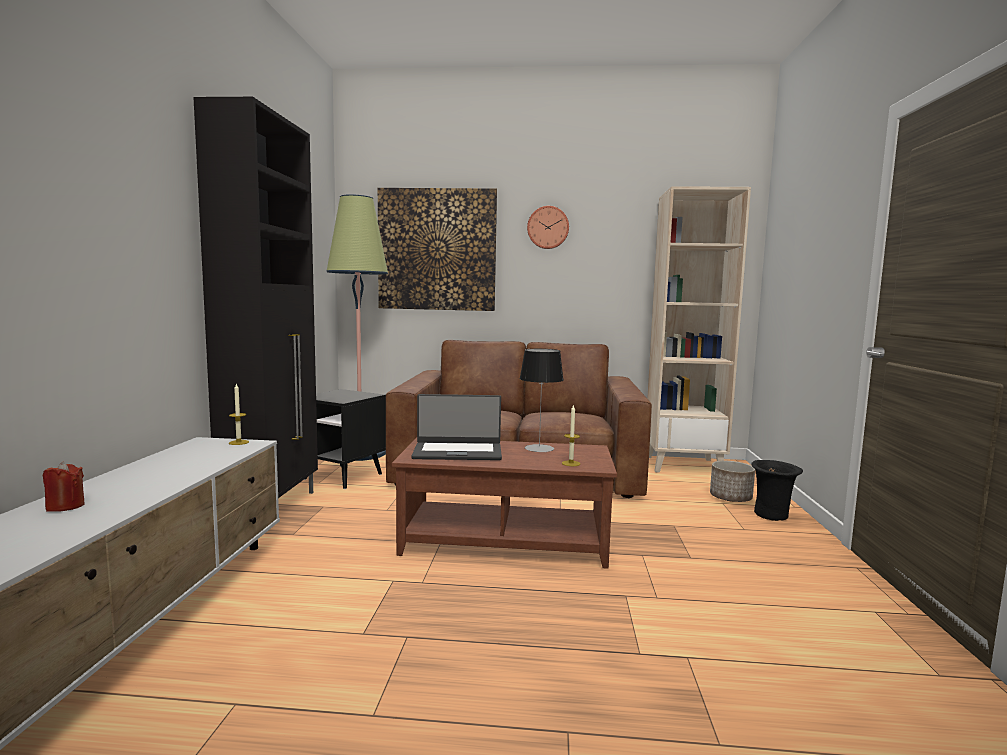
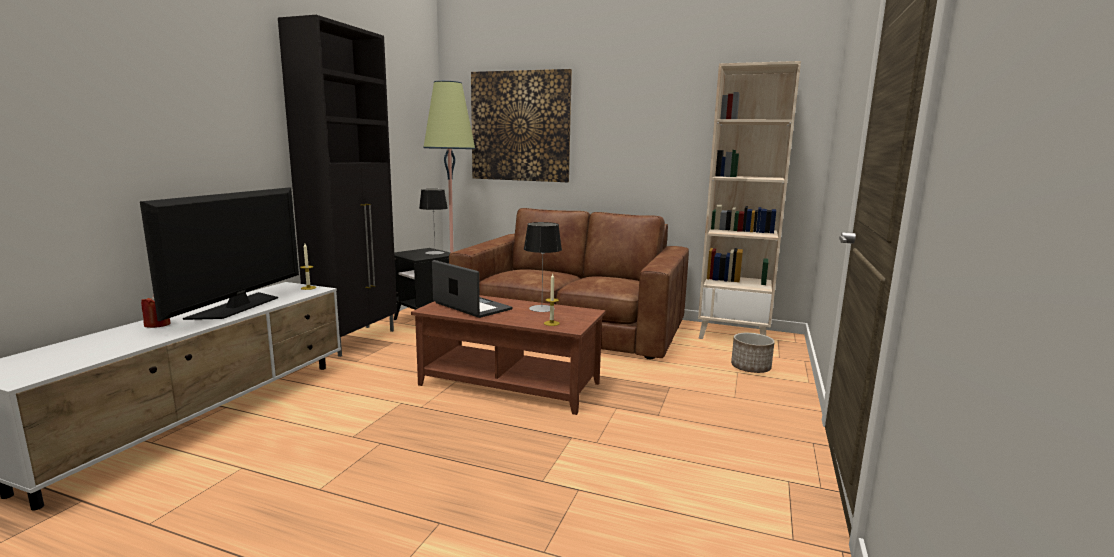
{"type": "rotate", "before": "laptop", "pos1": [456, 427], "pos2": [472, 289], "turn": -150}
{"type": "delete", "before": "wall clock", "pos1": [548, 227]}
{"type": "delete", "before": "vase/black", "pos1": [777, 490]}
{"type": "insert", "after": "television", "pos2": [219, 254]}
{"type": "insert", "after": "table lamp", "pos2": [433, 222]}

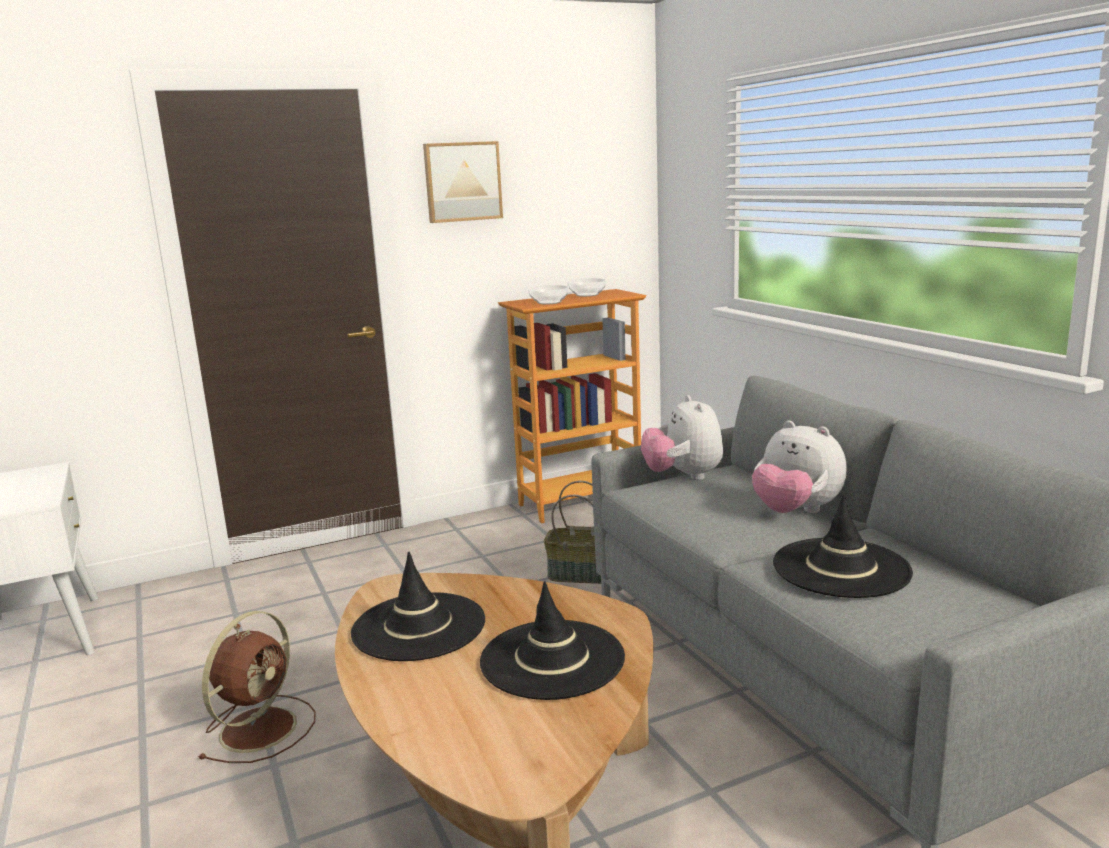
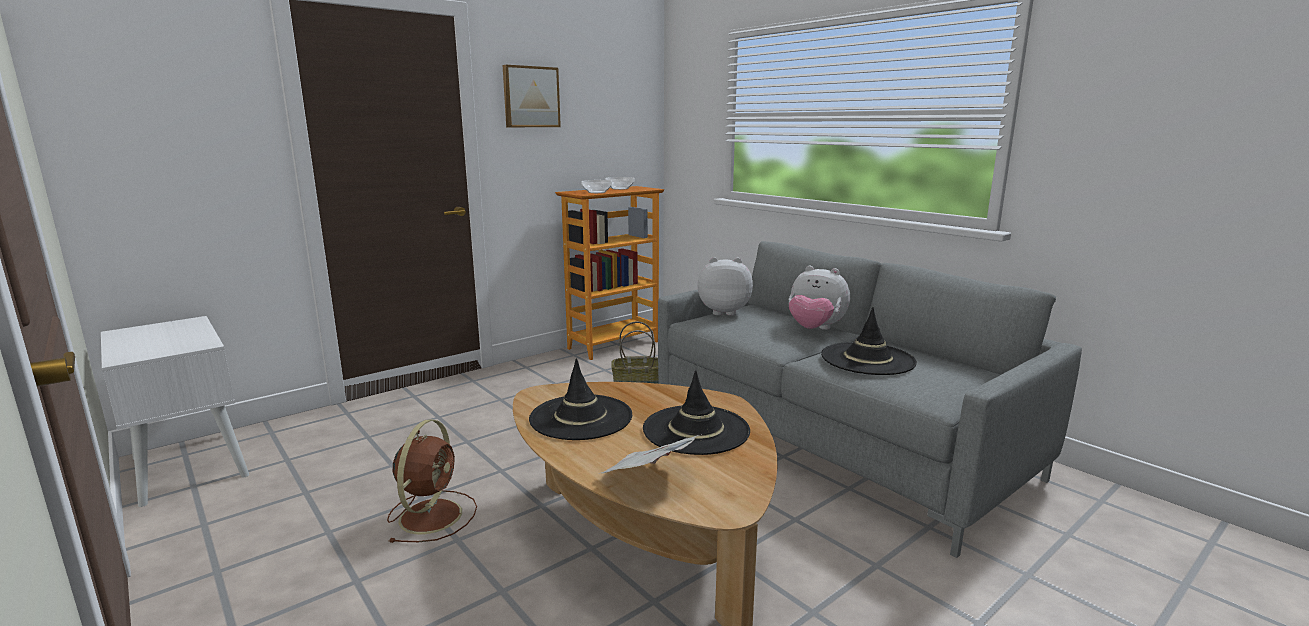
{"type": "rotate", "before": "plush toy", "pos1": [682, 437], "pos2": [725, 286], "turn": 120}
{"type": "insert", "after": "newspaper", "pos2": [650, 454]}

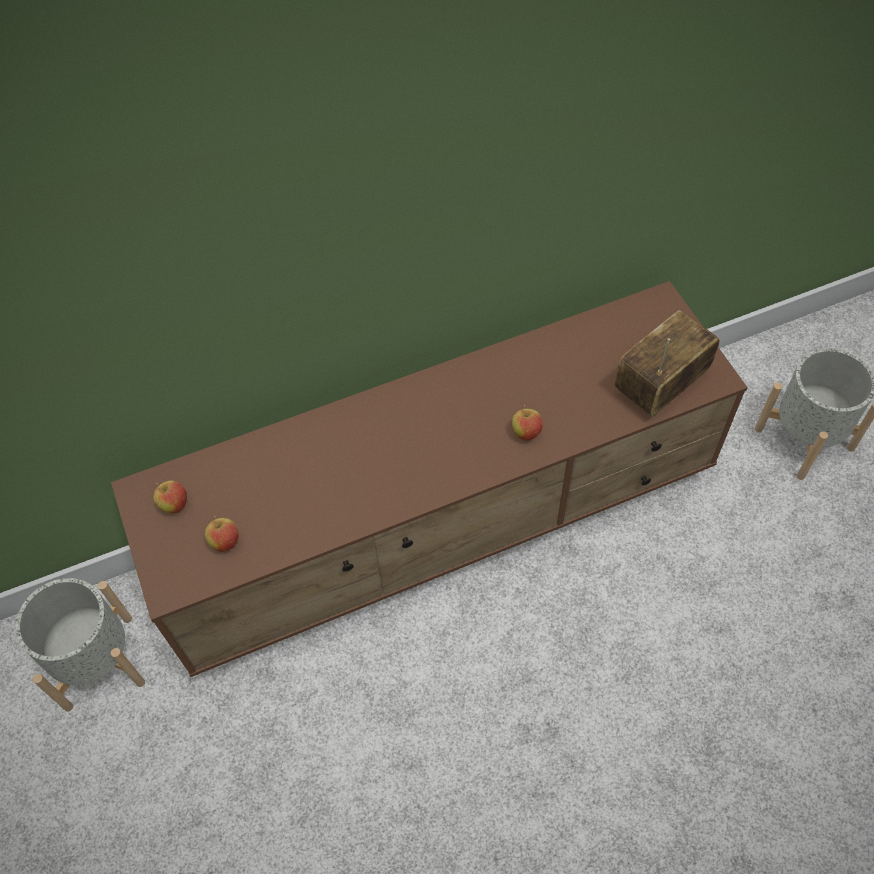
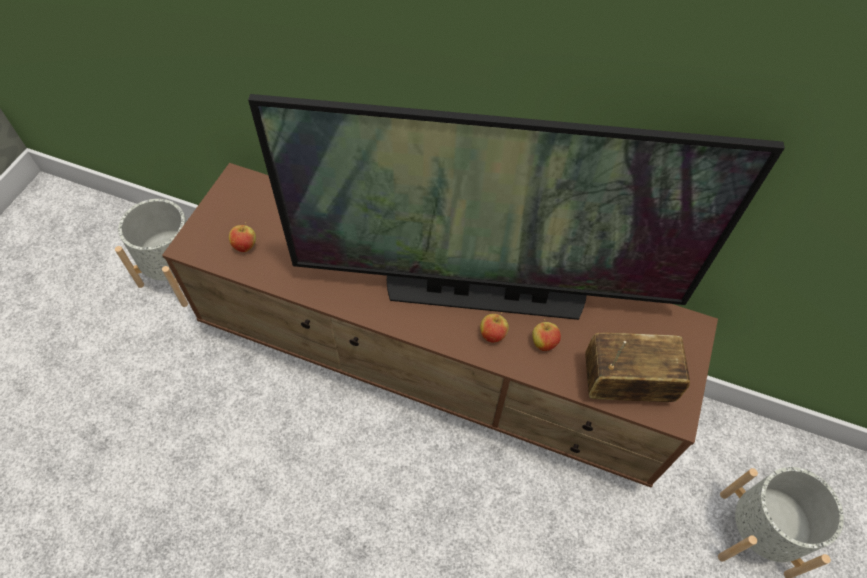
{"type": "move", "before": "apple", "pos1": [170, 497], "pos2": [546, 335]}
{"type": "insert", "after": "television", "pos2": [516, 207]}

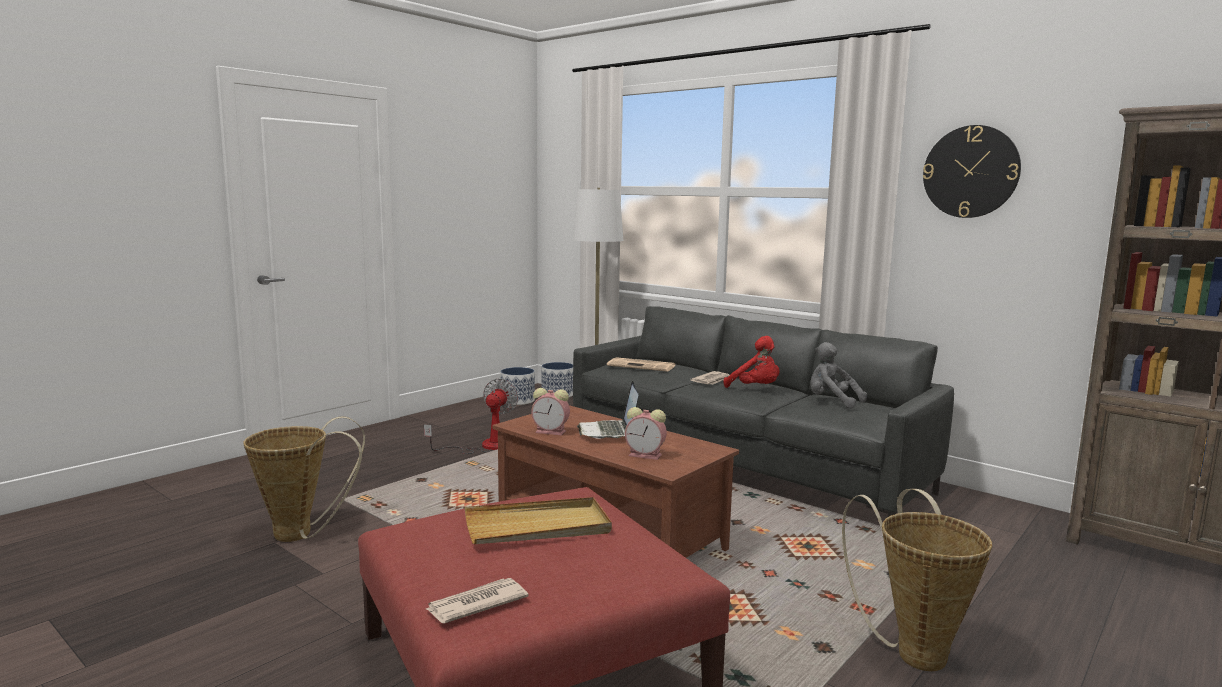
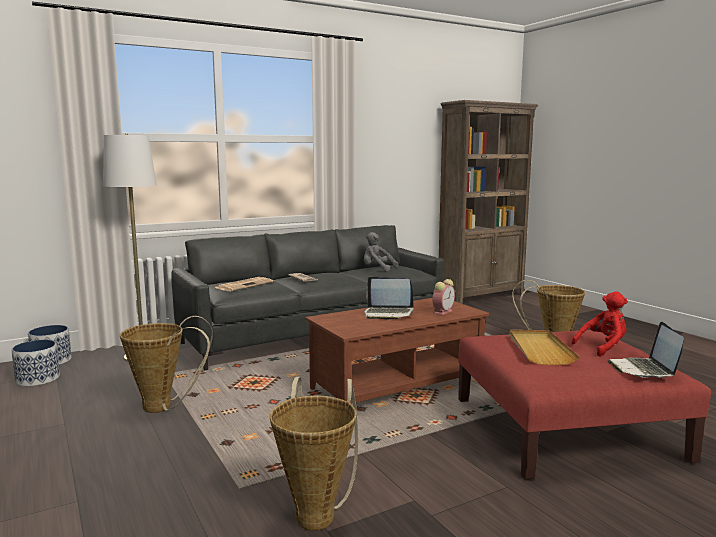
{"type": "replace", "before": "fan", "after": "basket", "pos1": [471, 416], "pos2": [166, 364]}
{"type": "replace", "before": "newspaper", "after": "laptop", "pos1": [477, 600], "pos2": [646, 350]}
{"type": "delete", "before": "alarm clock", "pos1": [550, 412]}
{"type": "move", "before": "plush toy/red", "pos1": [751, 362], "pos2": [599, 324]}
{"type": "rotate", "before": "plush toy/grey", "pos1": [838, 375], "pos2": [381, 252], "turn": 60}
{"type": "delete", "before": "wall clock", "pos1": [972, 171]}

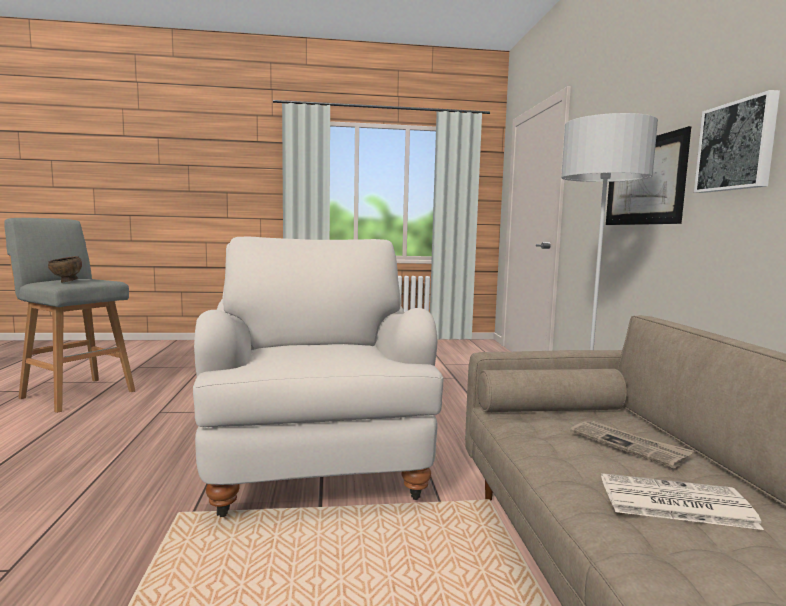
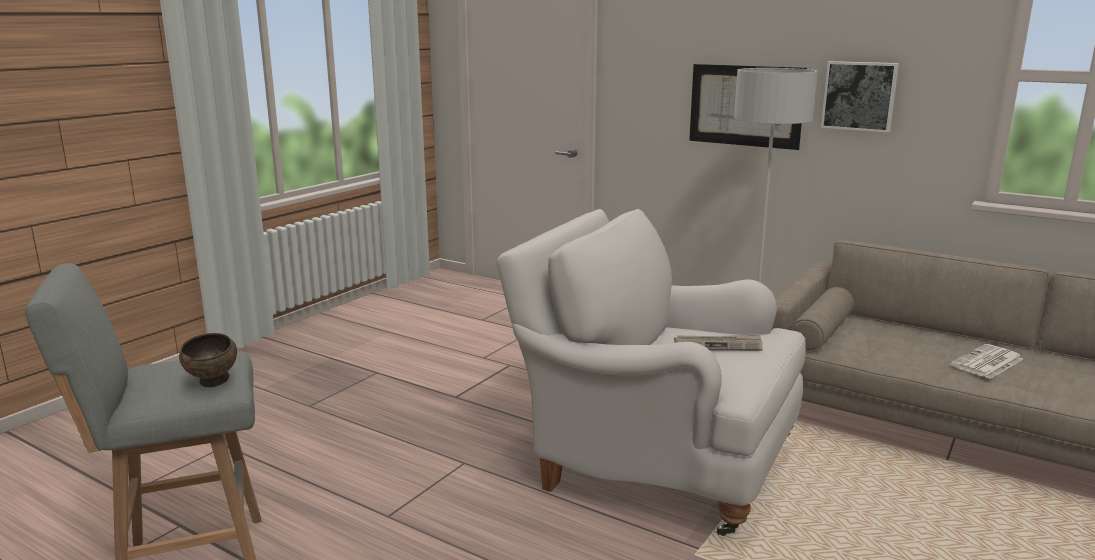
{"type": "move", "before": "newspaper", "pos1": [632, 444], "pos2": [718, 342]}

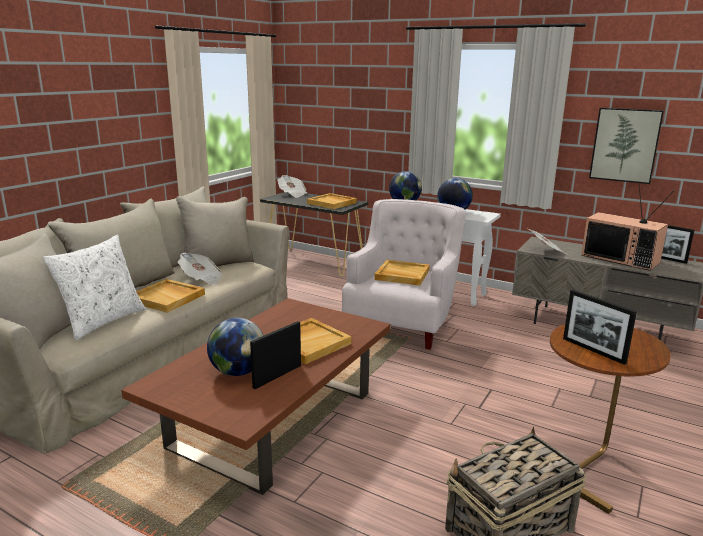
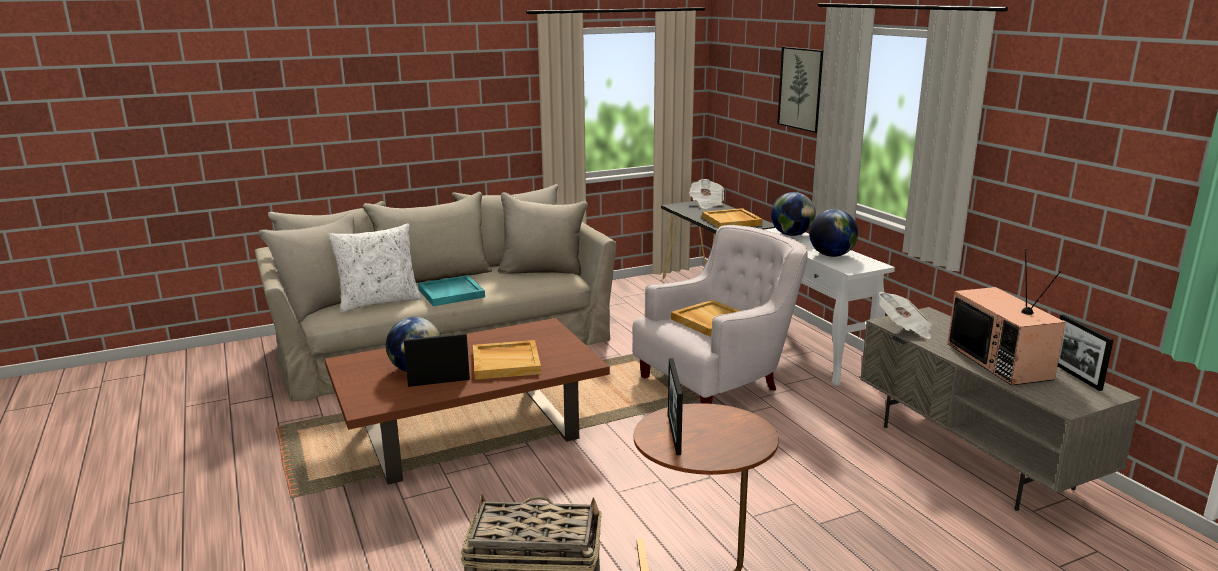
{"type": "recolor", "before": "tray/beige", "after": "tray/turquoise", "pos1": [170, 296], "pos2": [451, 290]}
{"type": "delete", "before": "newspaper", "pos1": [200, 269]}
{"type": "move", "before": "picture", "pos1": [626, 146], "pos2": [800, 90]}

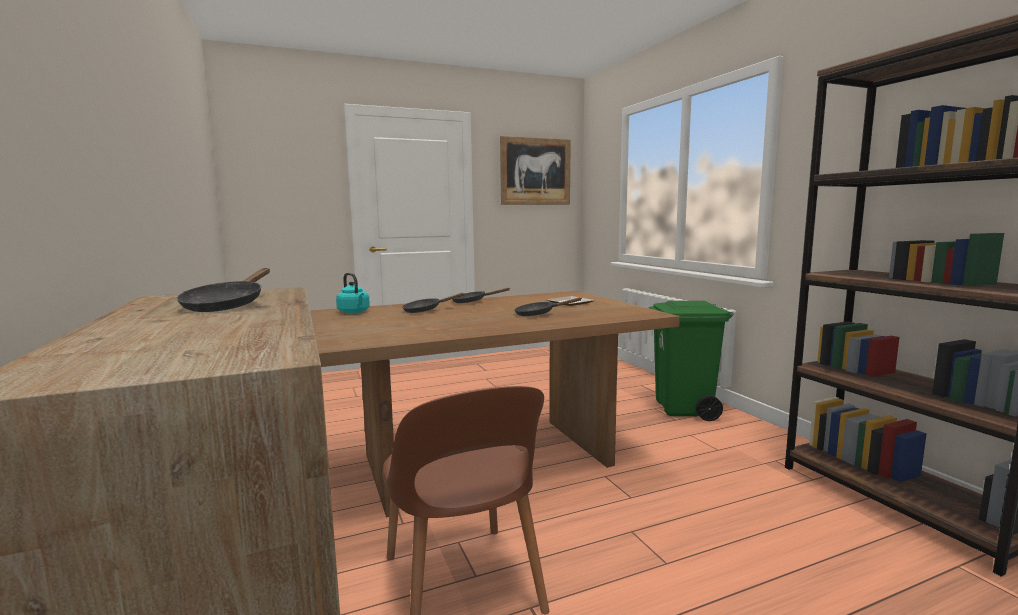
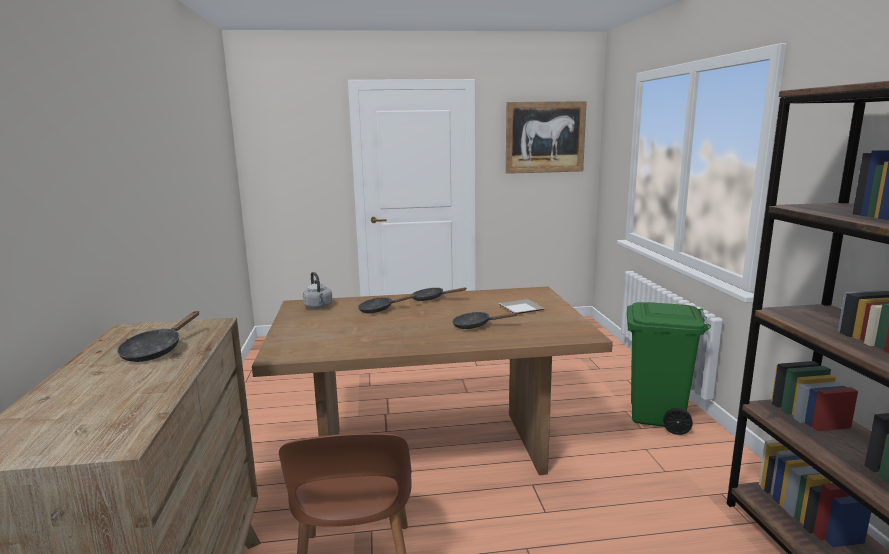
{"type": "recolor", "before": "kettle/turquoise", "after": "kettle/grey", "pos1": [353, 293], "pos2": [318, 290]}

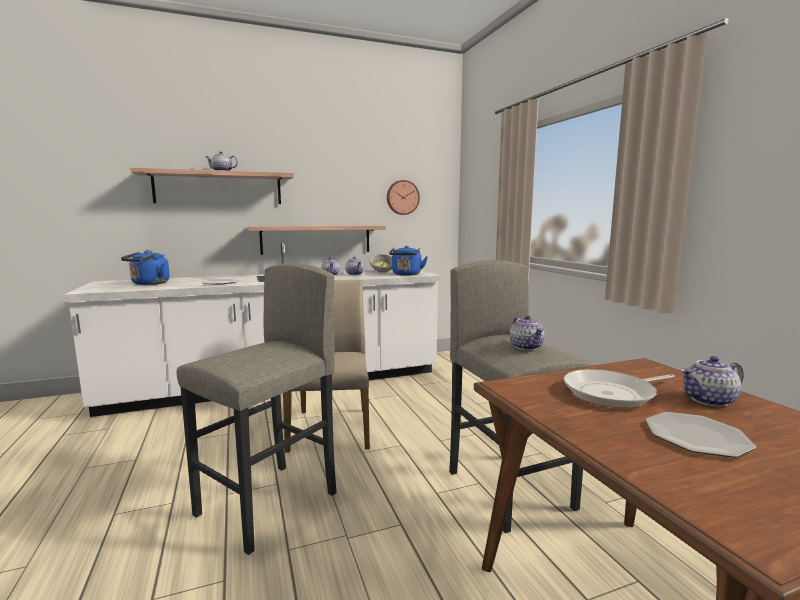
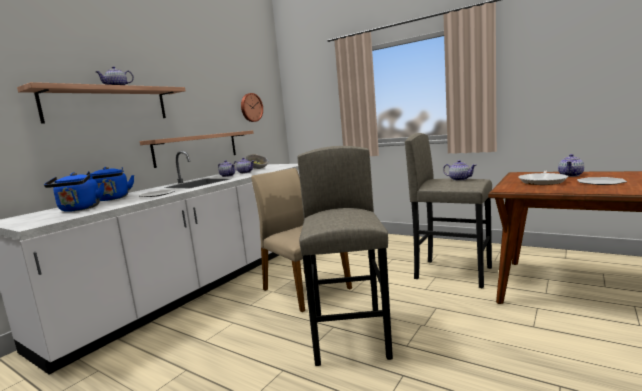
{"type": "move", "before": "kettle/blue", "pos1": [408, 261], "pos2": [110, 184]}

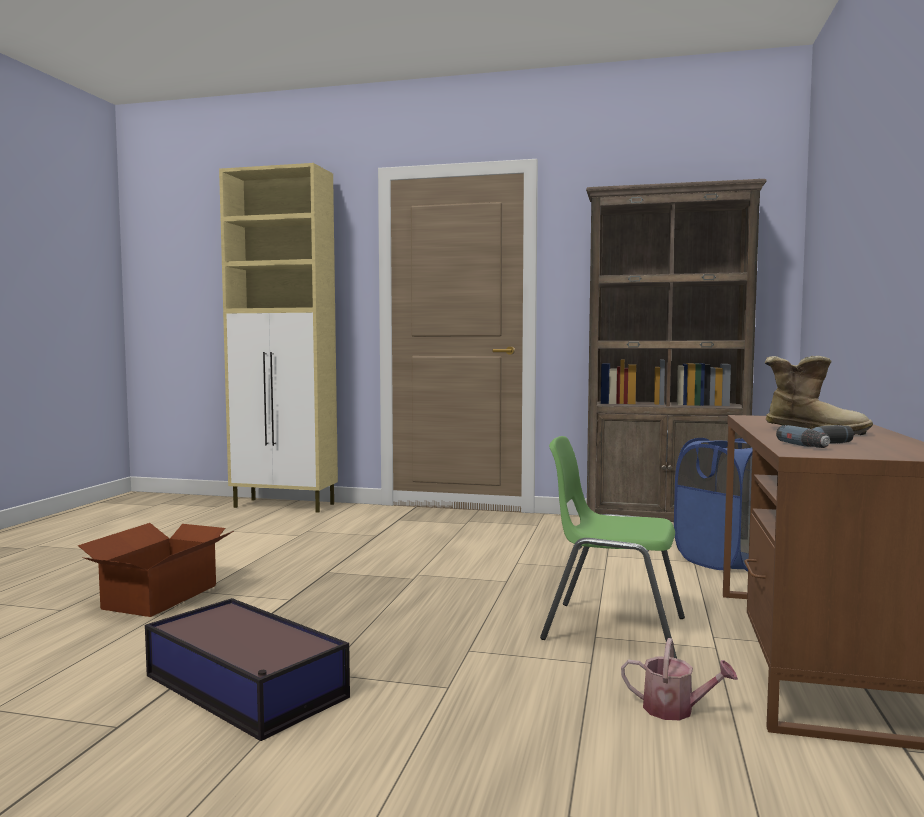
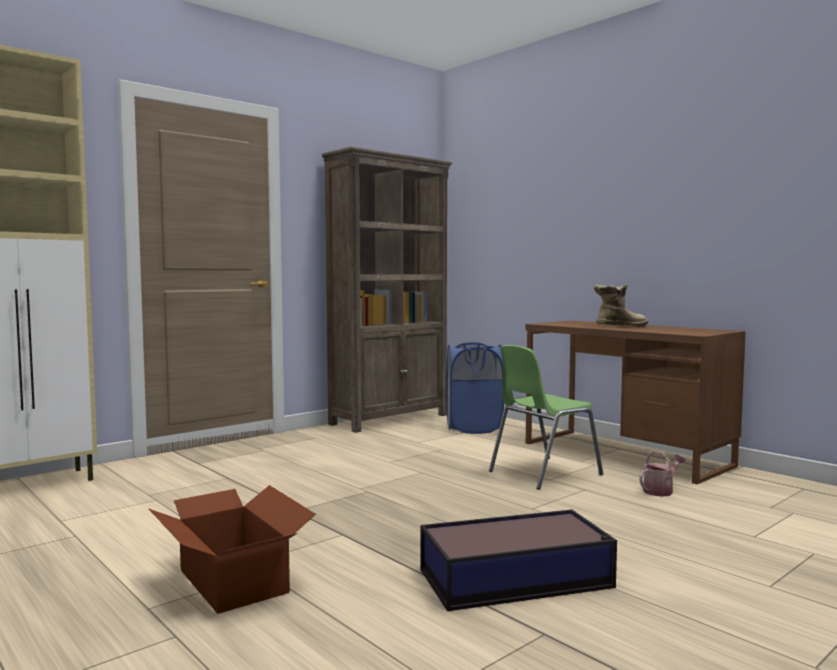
{"type": "delete", "before": "power drill", "pos1": [815, 436]}

